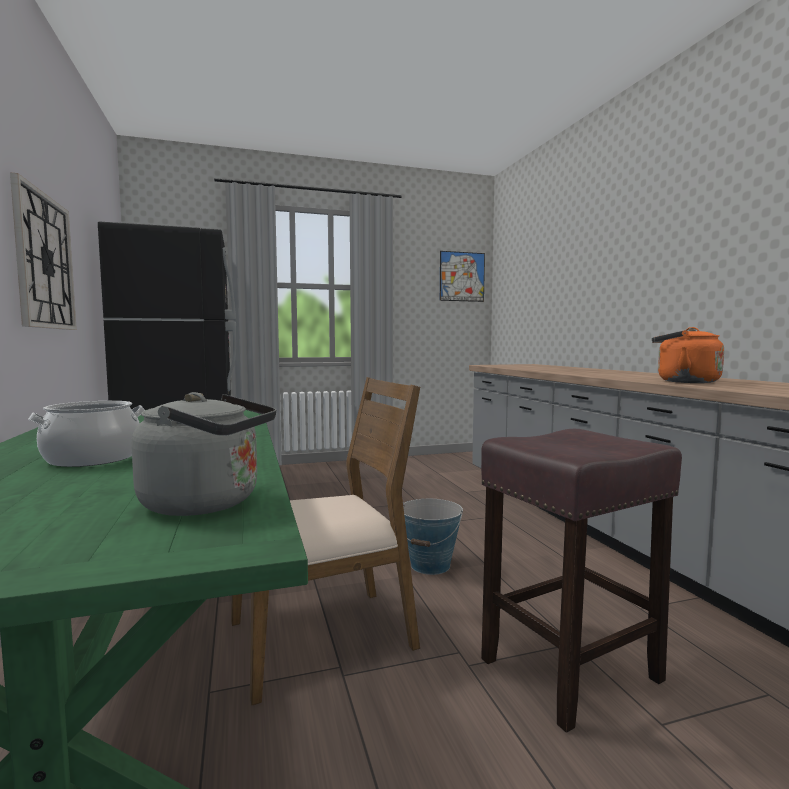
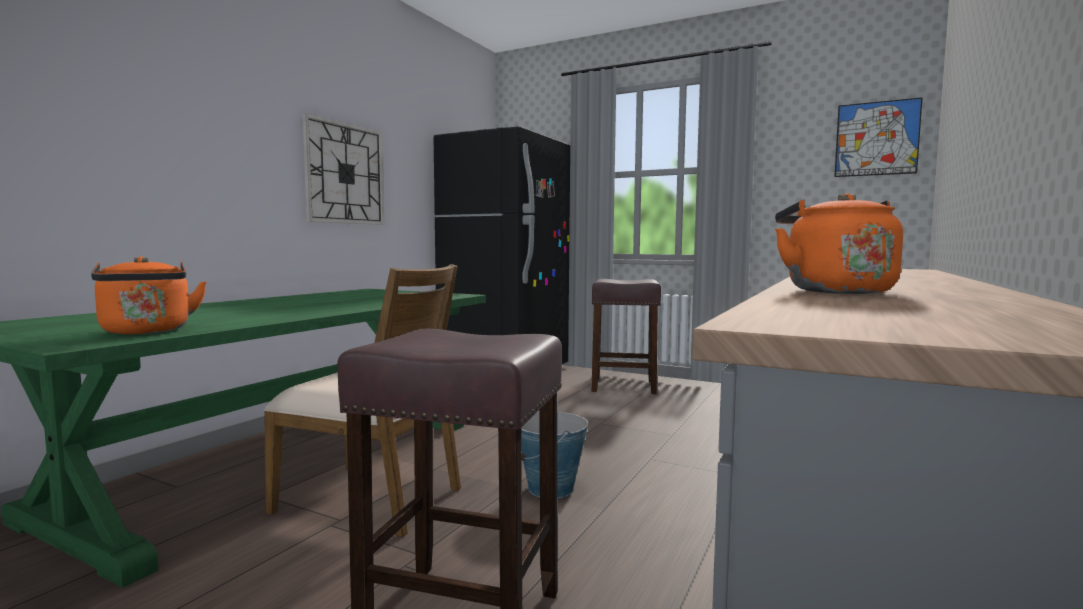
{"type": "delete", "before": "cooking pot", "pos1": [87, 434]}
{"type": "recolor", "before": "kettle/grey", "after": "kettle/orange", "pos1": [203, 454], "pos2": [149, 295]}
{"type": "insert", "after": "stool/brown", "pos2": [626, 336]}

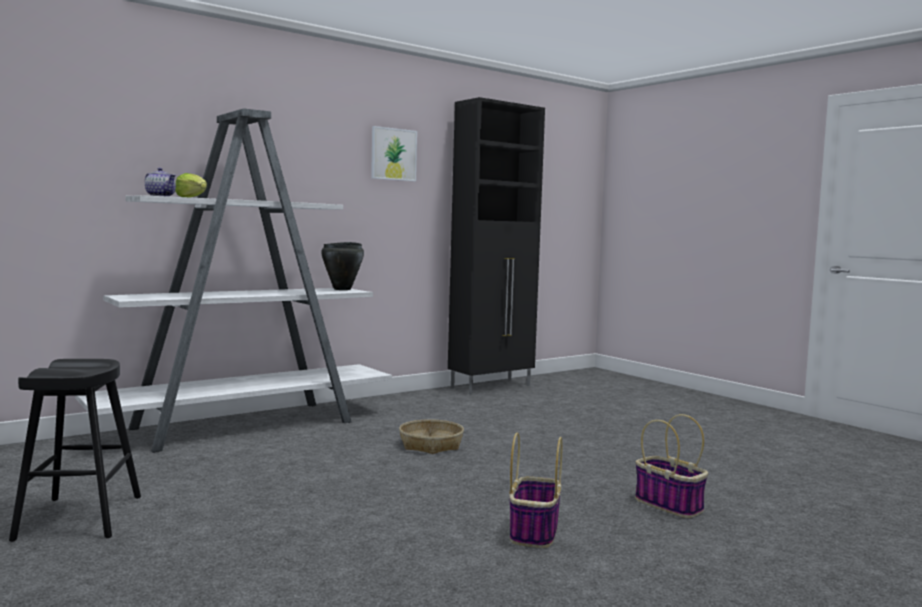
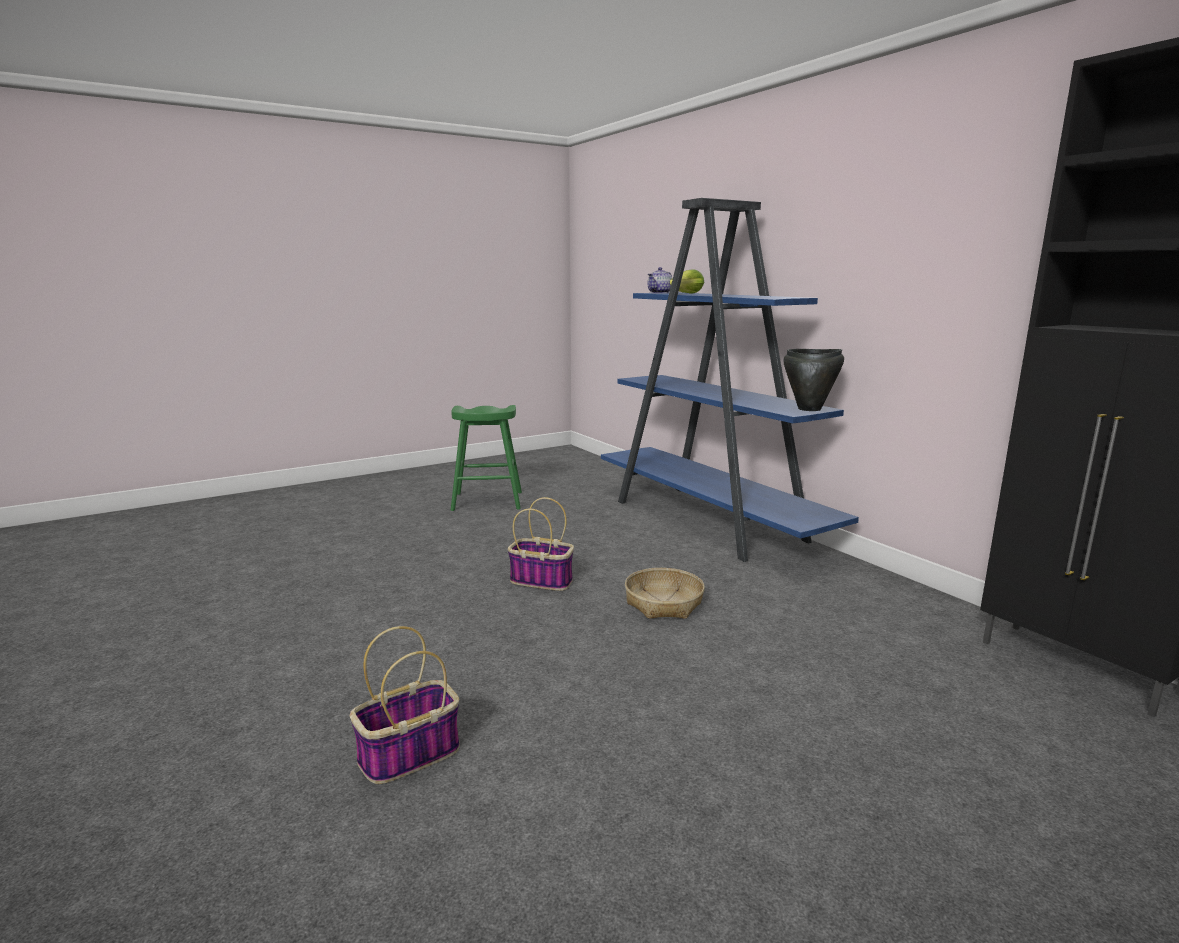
{"type": "recolor", "before": "stool/black", "after": "stool/green", "pos1": [75, 450], "pos2": [486, 458]}
{"type": "recolor", "before": "bookcase/white", "after": "bookcase/blue", "pos1": [233, 280], "pos2": [730, 380]}
{"type": "delete", "before": "picture", "pos1": [394, 153]}
{"type": "move", "before": "basket", "pos1": [536, 490], "pos2": [541, 544]}

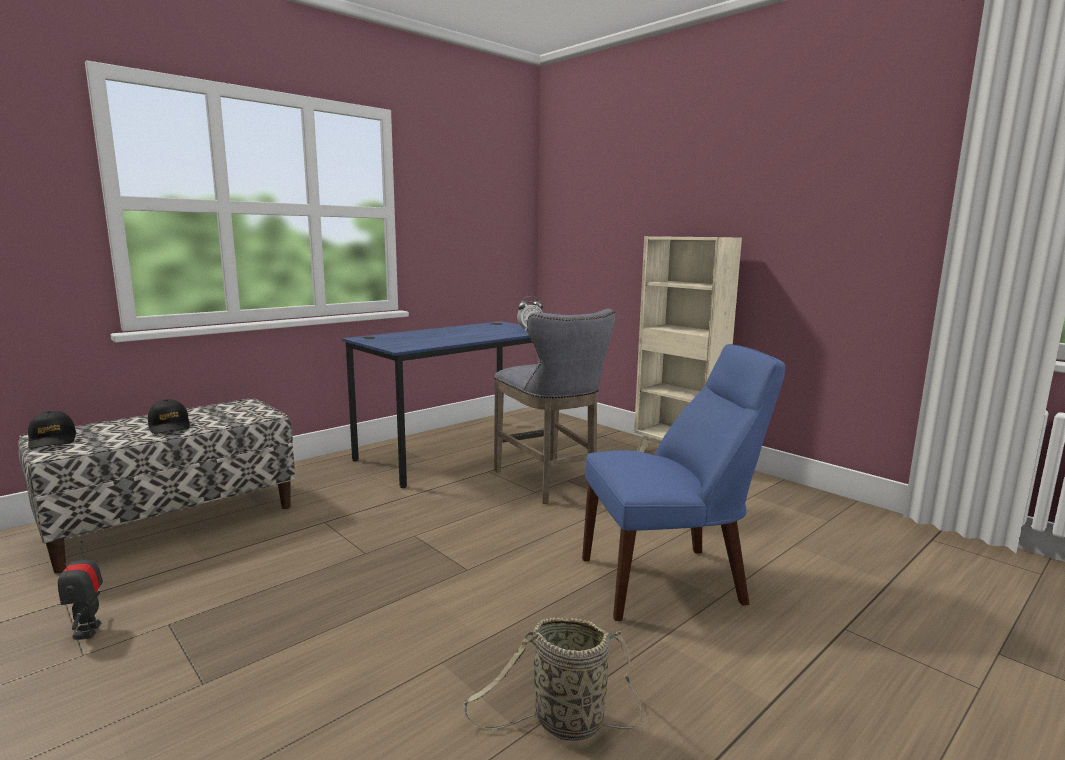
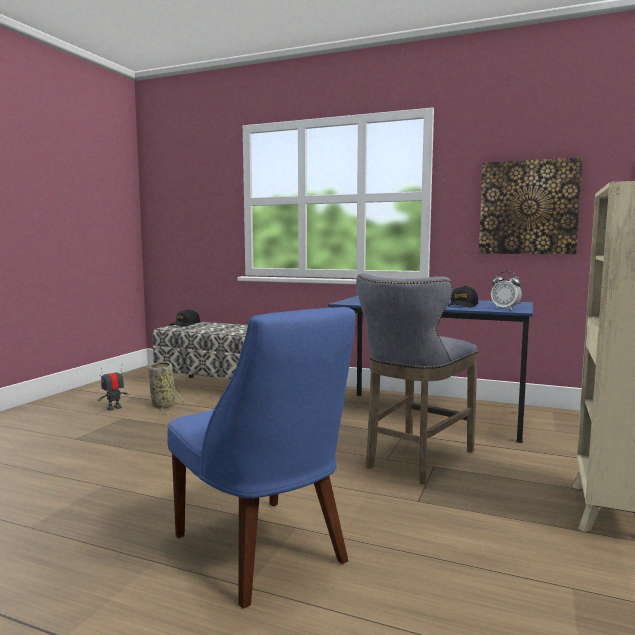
{"type": "move", "before": "cap/black", "pos1": [169, 416], "pos2": [463, 297]}
{"type": "move", "before": "basket", "pos1": [553, 679], "pos2": [166, 386]}
{"type": "insert", "after": "picture", "pos2": [531, 205]}

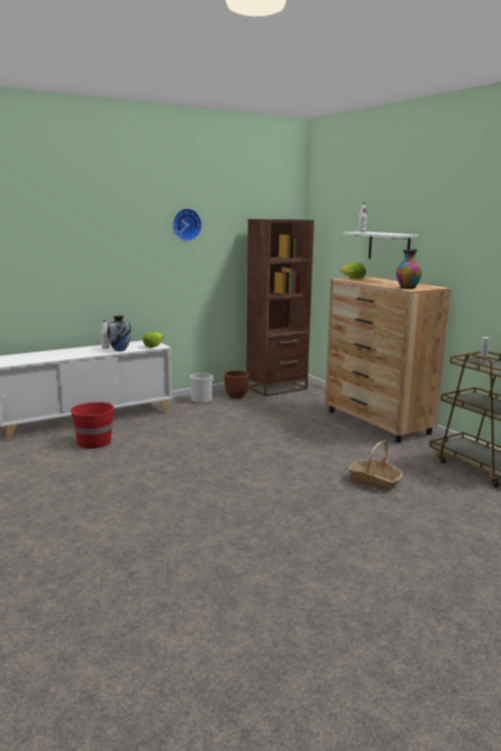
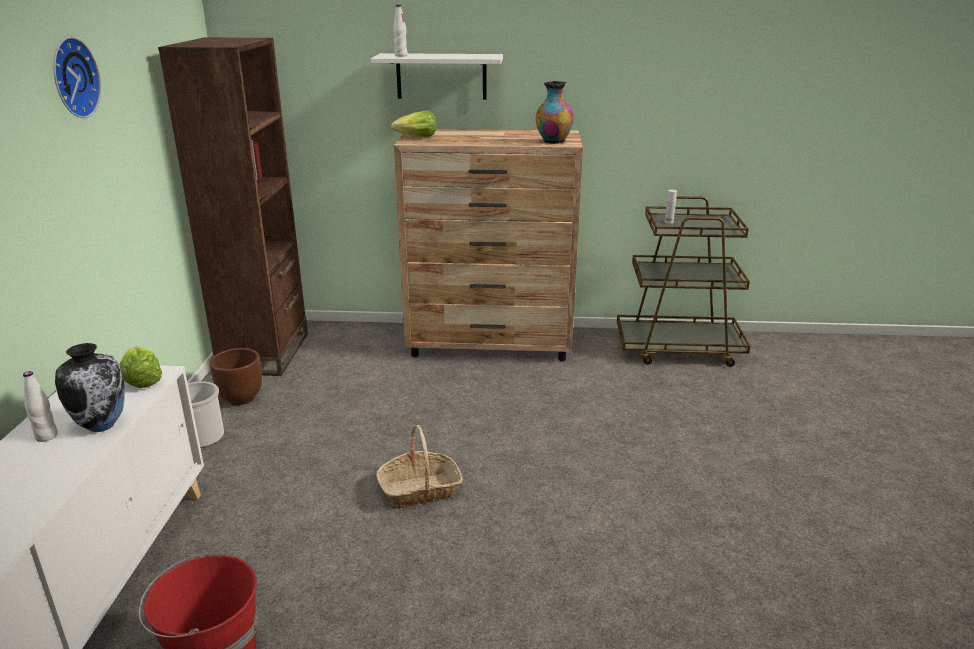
{"type": "move", "before": "basket", "pos1": [376, 466], "pos2": [419, 467]}

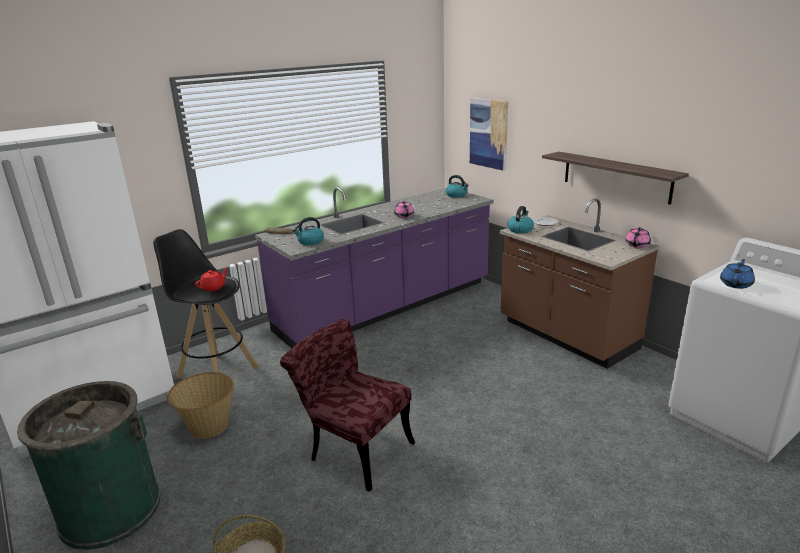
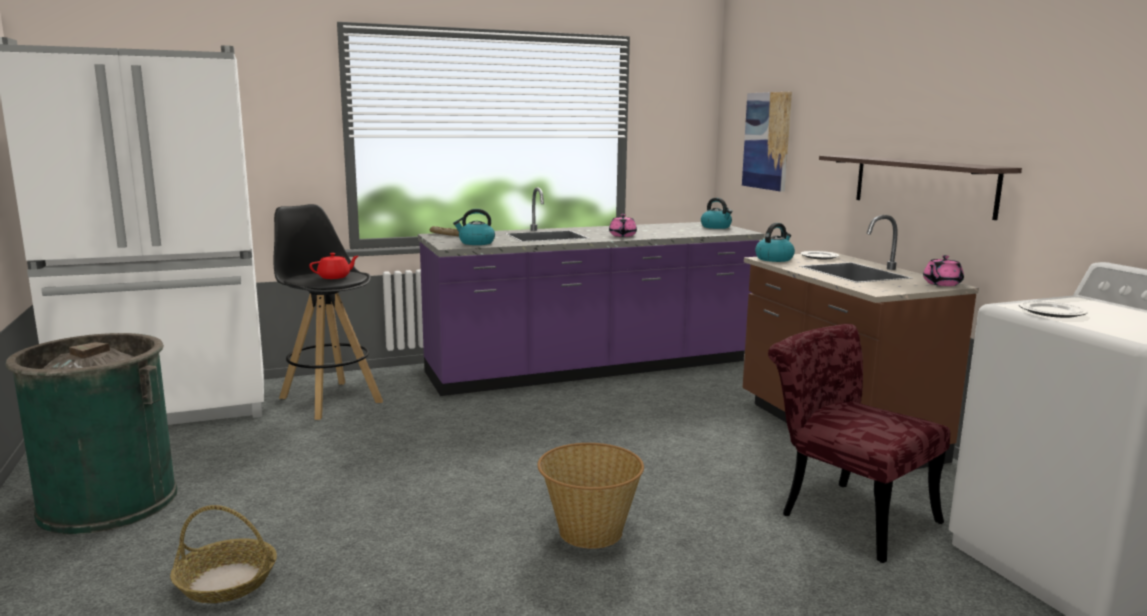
{"type": "move", "before": "basket", "pos1": [200, 405], "pos2": [590, 496]}
{"type": "move", "before": "chair/red", "pos1": [347, 405], "pos2": [859, 443]}
{"type": "replace", "before": "teapot/blue", "after": "plate", "pos1": [737, 274], "pos2": [1053, 309]}

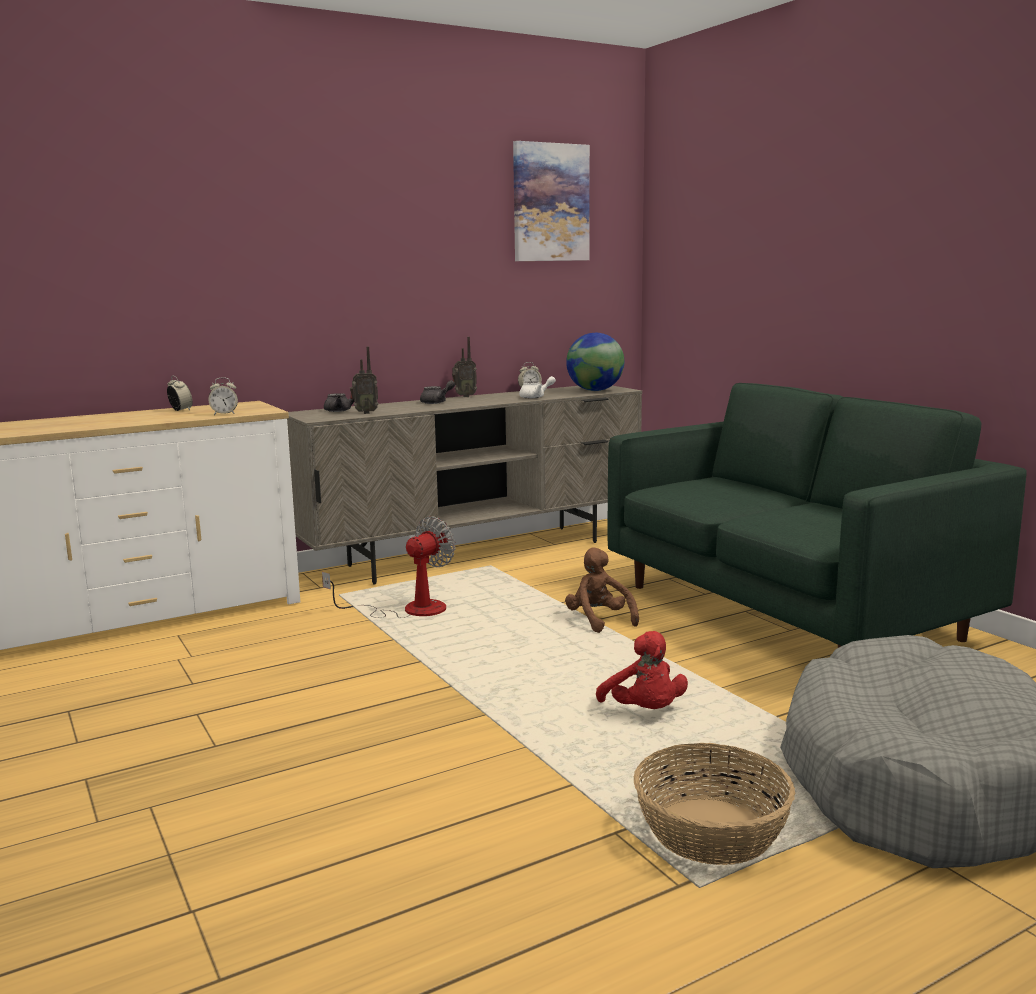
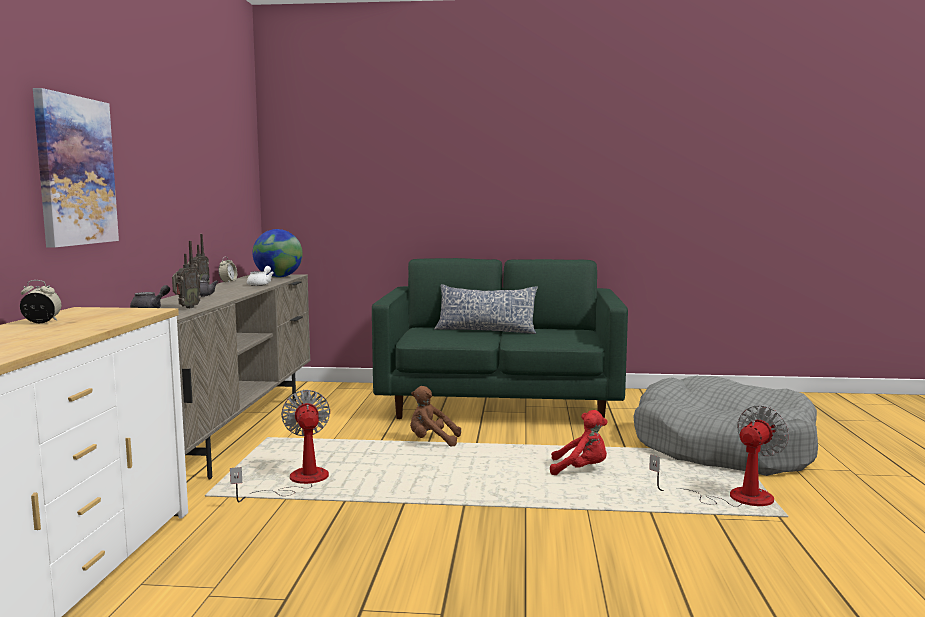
{"type": "delete", "before": "alarm clock", "pos1": [223, 396]}
{"type": "move", "before": "picture", "pos1": [551, 201], "pos2": [76, 168]}
{"type": "replace", "before": "basket", "after": "fan", "pos1": [714, 804], "pos2": [719, 456]}
{"type": "insert", "after": "pillow", "pos2": [486, 309]}

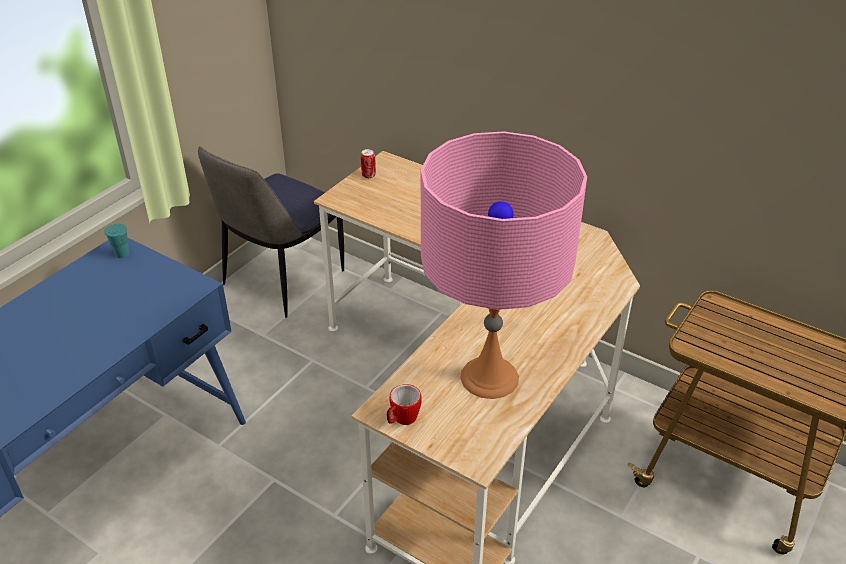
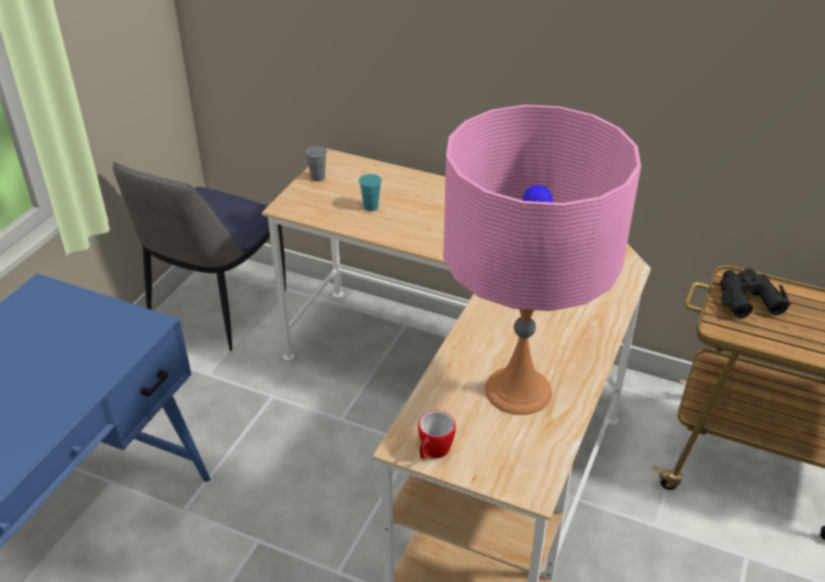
{"type": "move", "before": "cup/turquoise", "pos1": [117, 241], "pos2": [370, 192]}
{"type": "replace", "before": "can", "after": "cup/grey", "pos1": [368, 163], "pos2": [316, 163]}
{"type": "insert", "after": "binoculars/black", "pos2": [755, 293]}

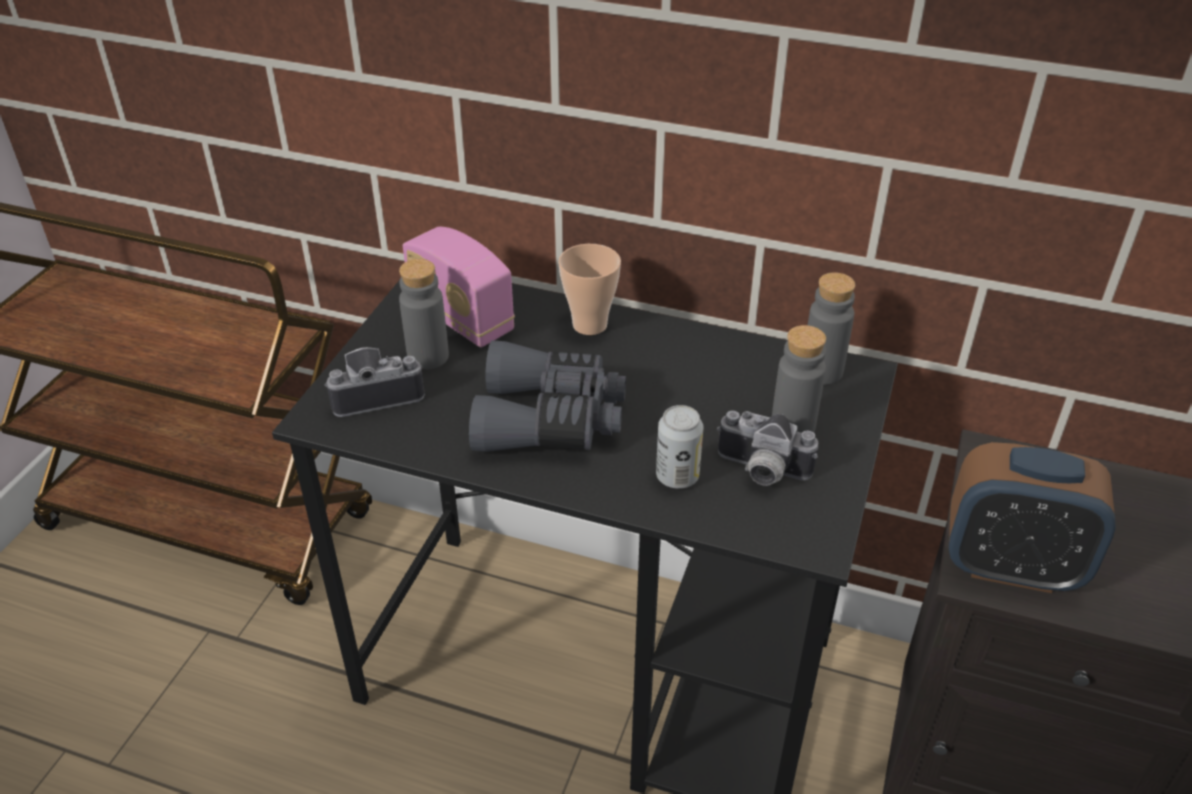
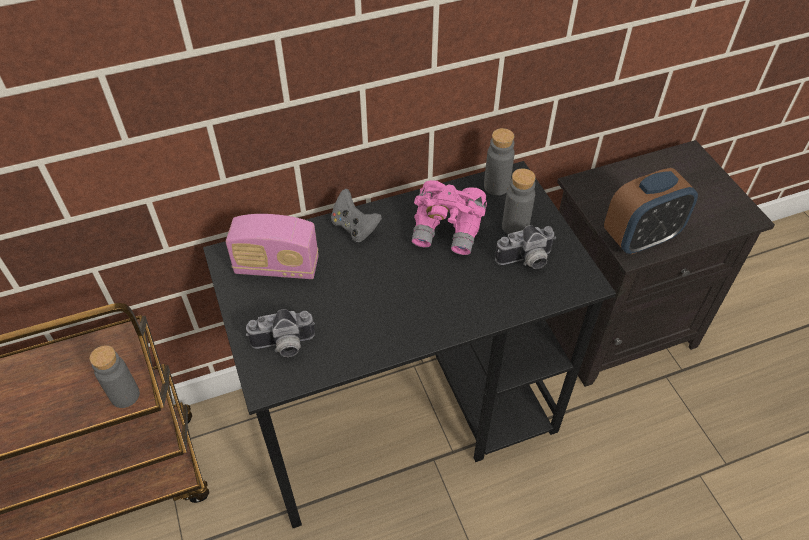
{"type": "rotate", "before": "photo camera", "pos1": [375, 382], "pos2": [280, 333], "turn": -135}
{"type": "move", "before": "bottle/grey", "pos1": [424, 314], "pos2": [115, 376]}
{"type": "delete", "before": "binoculars/grey", "pos1": [547, 396]}
{"type": "replace", "before": "cup", "after": "game controller/grey", "pos1": [589, 289], "pos2": [356, 215]}
{"type": "delete", "before": "can", "pos1": [679, 447]}
{"type": "insert", "after": "binoculars/pink", "pos2": [449, 217]}

